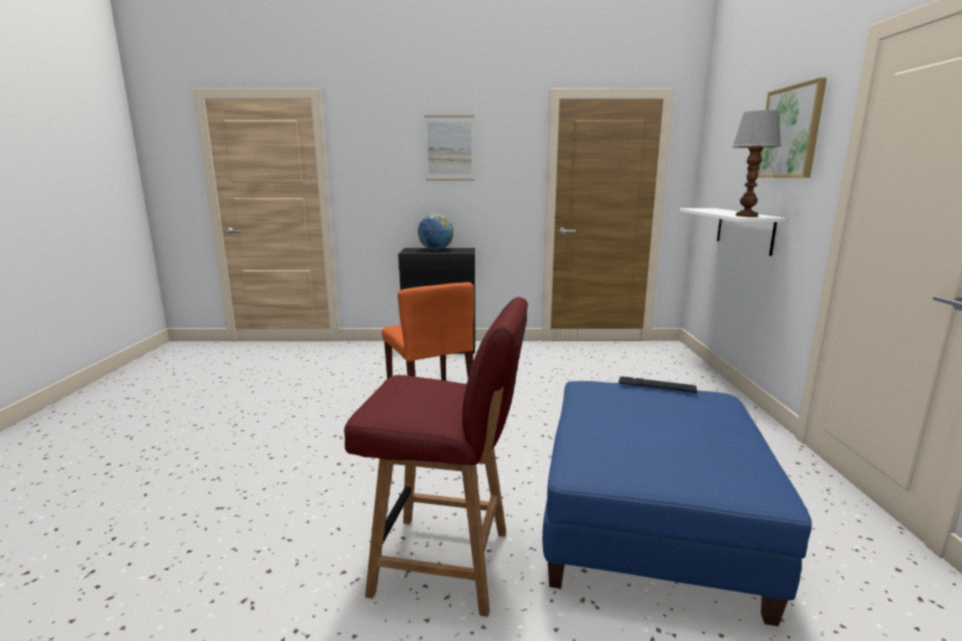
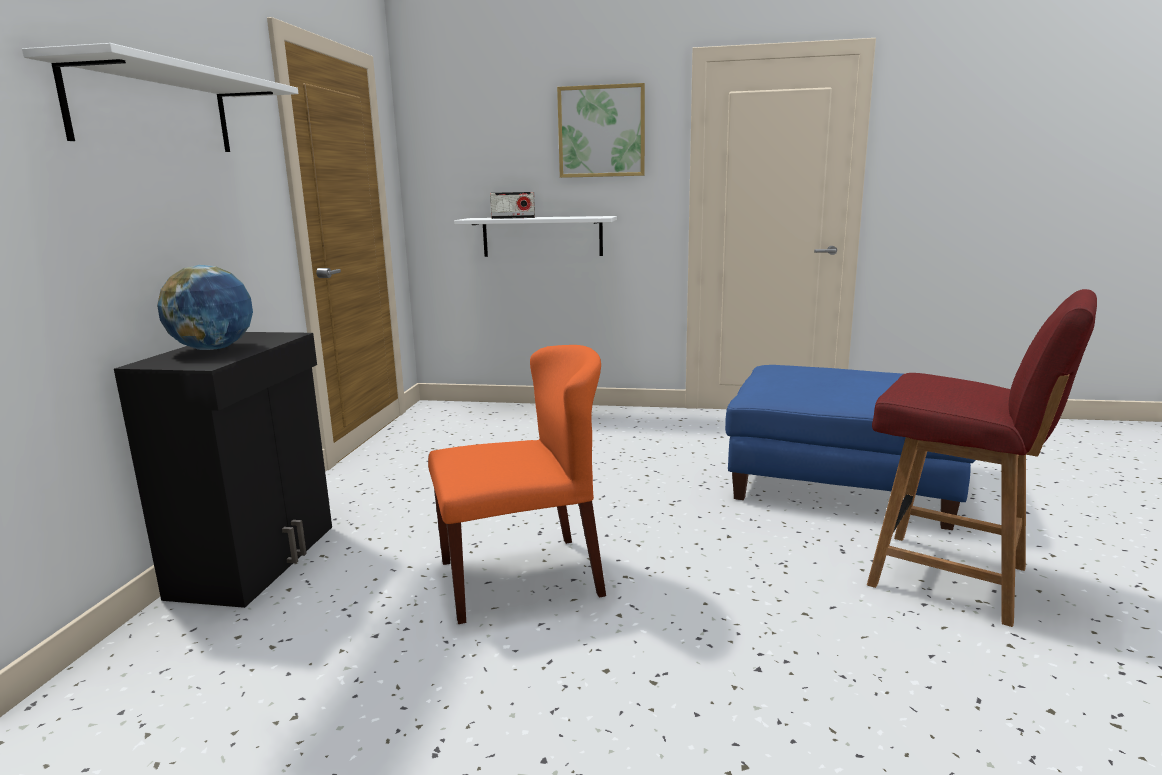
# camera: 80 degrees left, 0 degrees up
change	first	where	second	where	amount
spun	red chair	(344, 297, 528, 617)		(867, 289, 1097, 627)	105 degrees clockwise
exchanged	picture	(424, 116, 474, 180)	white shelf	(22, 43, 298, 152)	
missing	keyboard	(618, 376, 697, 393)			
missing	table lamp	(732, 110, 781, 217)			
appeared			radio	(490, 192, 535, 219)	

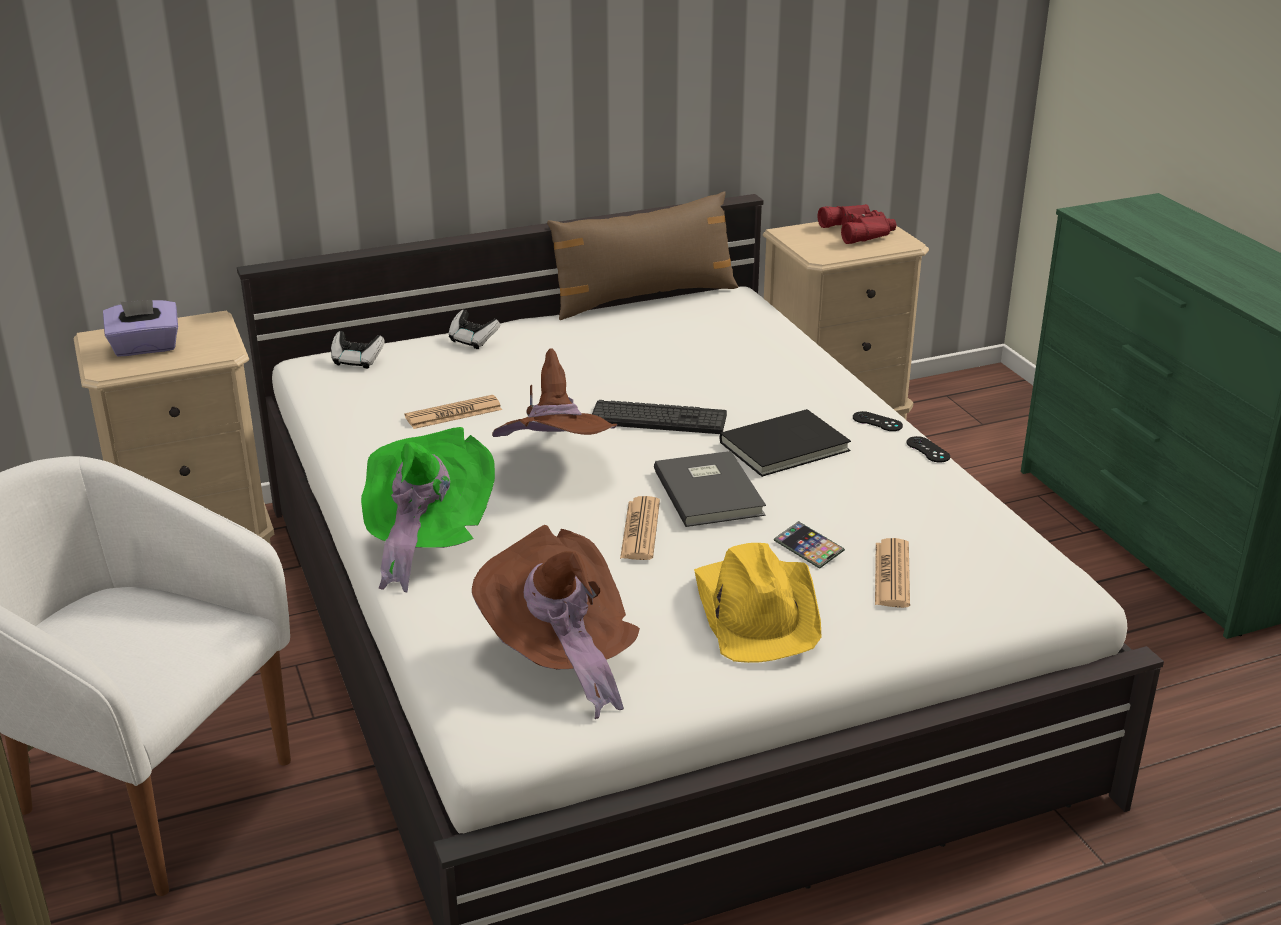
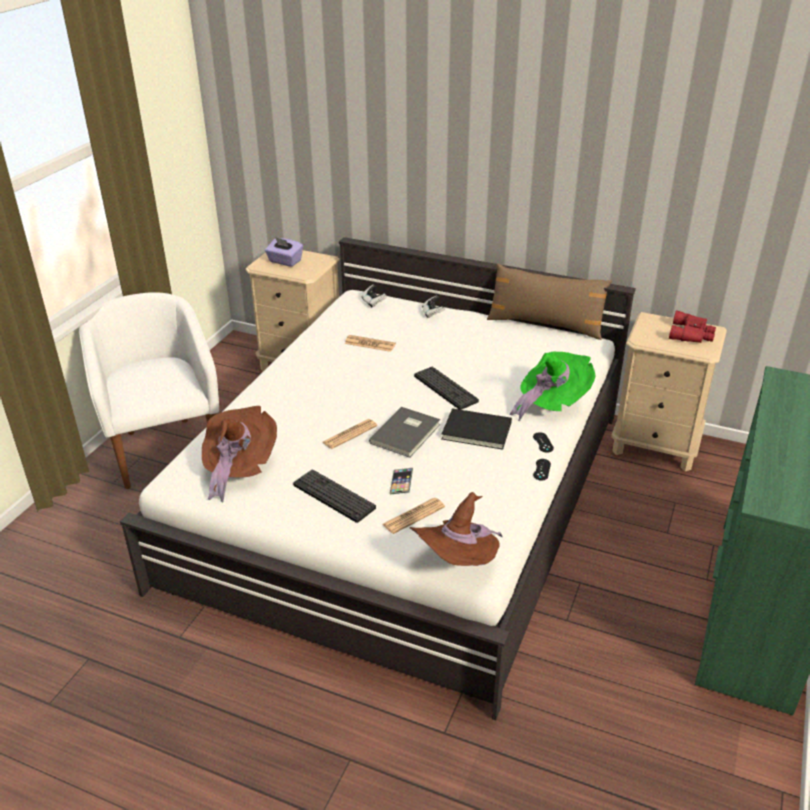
# camera: 45 degrees right, 5 degrees up
change	first	where	second	where	amount
relocated	green hat	(361, 427, 495, 593)		(510, 352, 595, 422)	
relocated	brown hat	(492, 348, 617, 437)		(409, 492, 503, 566)	
exchanged	yellow hat	(694, 543, 821, 663)	keyboard	(293, 470, 376, 523)	

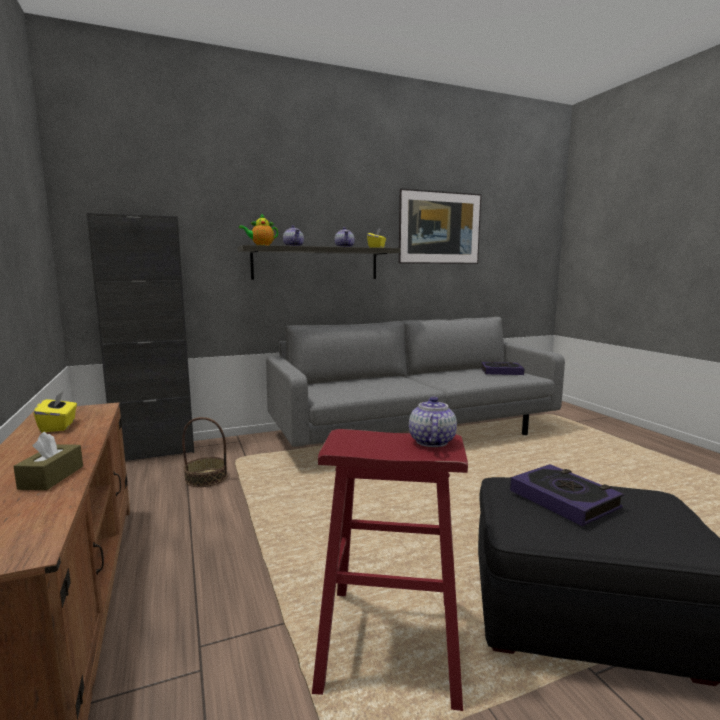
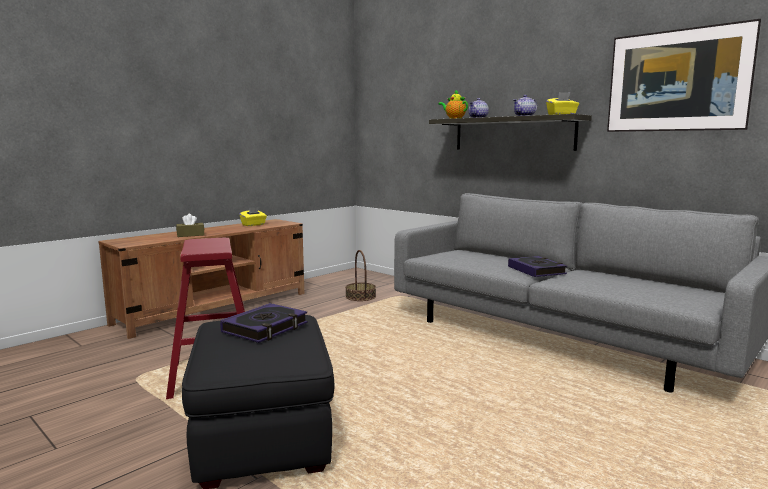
# camera: 65 degrees right, 0 degrees up
change	first	where	second	where	amount
missing	black cabinet	(87, 213, 194, 461)			
missing	teapot	(409, 397, 457, 447)			
relocated	book	(481, 362, 524, 375)		(508, 256, 567, 277)	

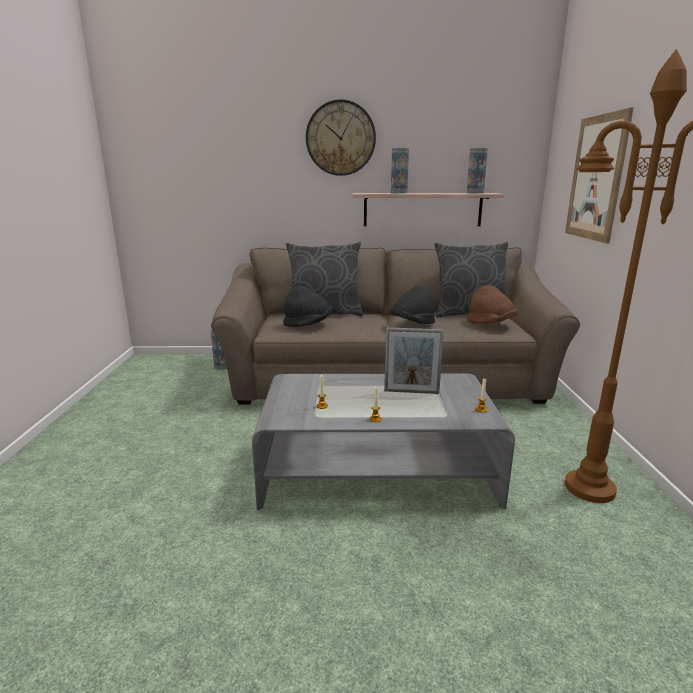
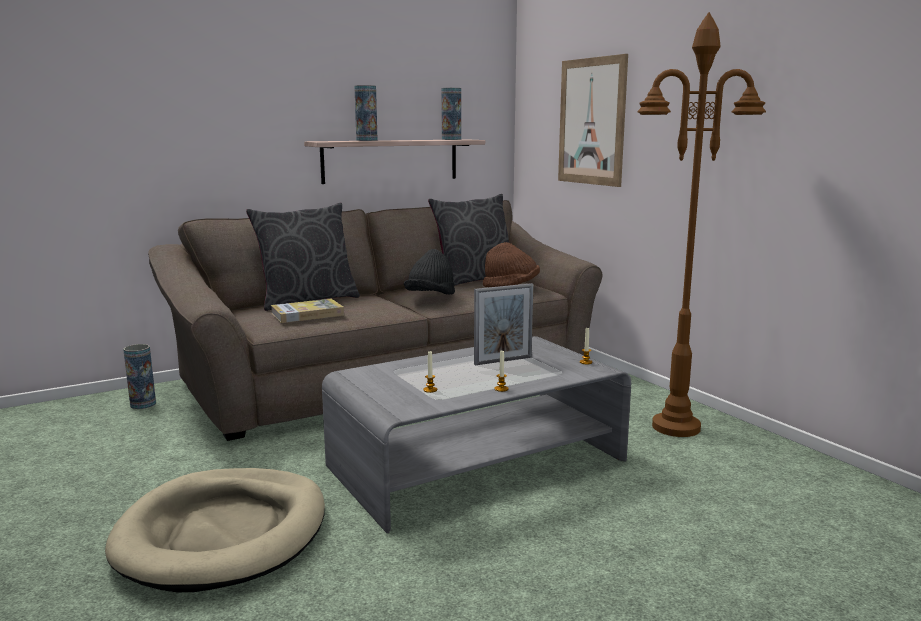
# camera: 30 degrees left, 5 degrees down
change	first	where	second	where	amount
exchanged	black hat	(283, 287, 332, 327)	book	(271, 299, 344, 323)	
missing	wall clock	(306, 99, 376, 176)			
appeared			beige dog bed	(105, 468, 325, 592)	

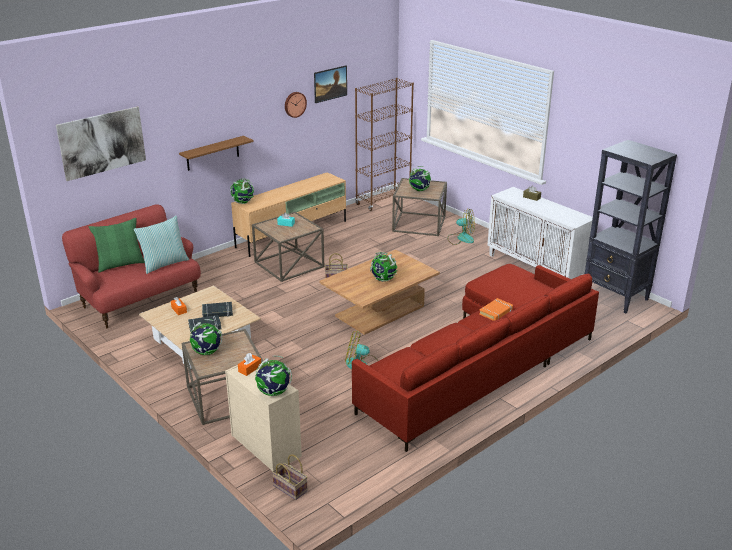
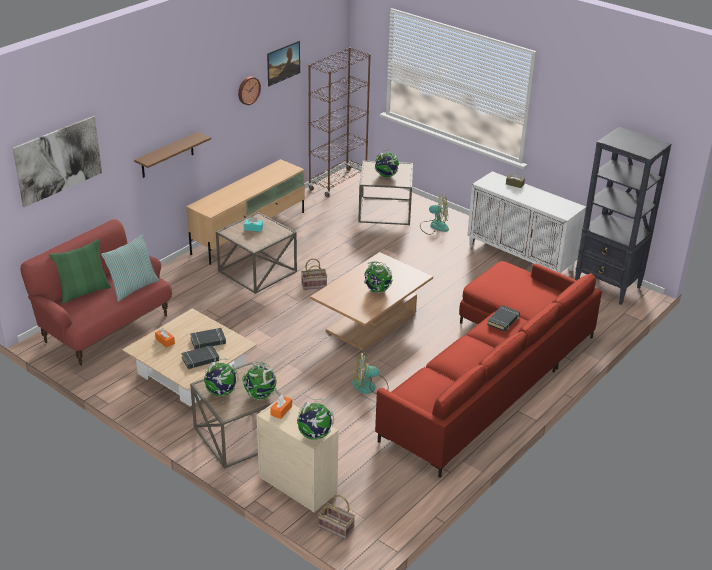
# camera: 10 degrees left, 5 degrees up
change	first	where	second	where	amount
relocated	globe	(230, 178, 254, 204)		(242, 362, 277, 400)	
colour	orange book	(479, 298, 513, 321)	black book	(487, 305, 520, 331)	

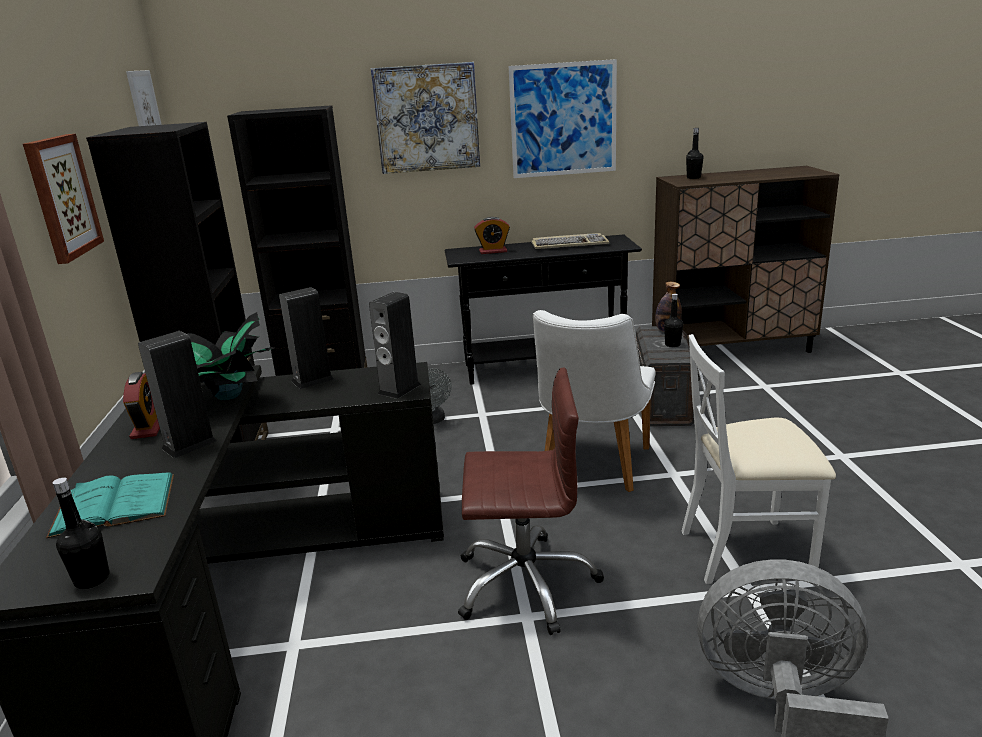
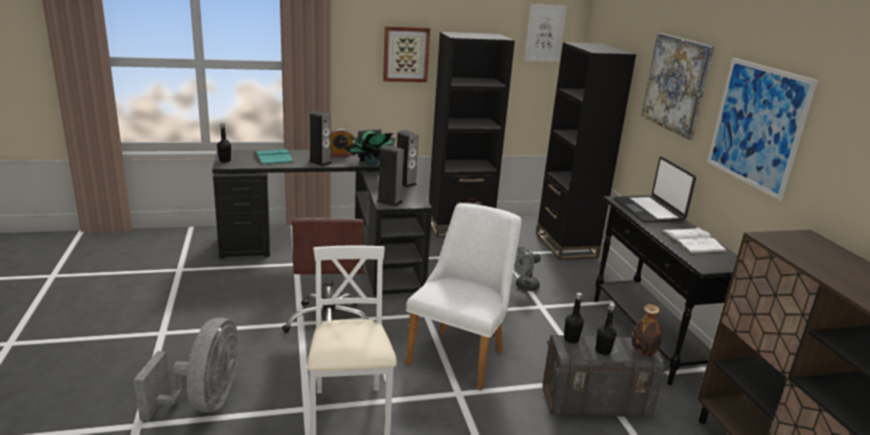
# camera: 80 degrees right, 0 degrees up
change	first	where	second	where	amount
exchanged	alarm clock	(474, 217, 510, 254)	laptop	(614, 157, 696, 223)	
exchanged	keyboard	(531, 233, 610, 249)	white book	(661, 227, 727, 254)	
spun	white chair	(533, 310, 656, 492)		(406, 203, 521, 391)	105 degrees clockwise
relocated	black bottle	(686, 128, 703, 179)		(564, 292, 584, 344)	

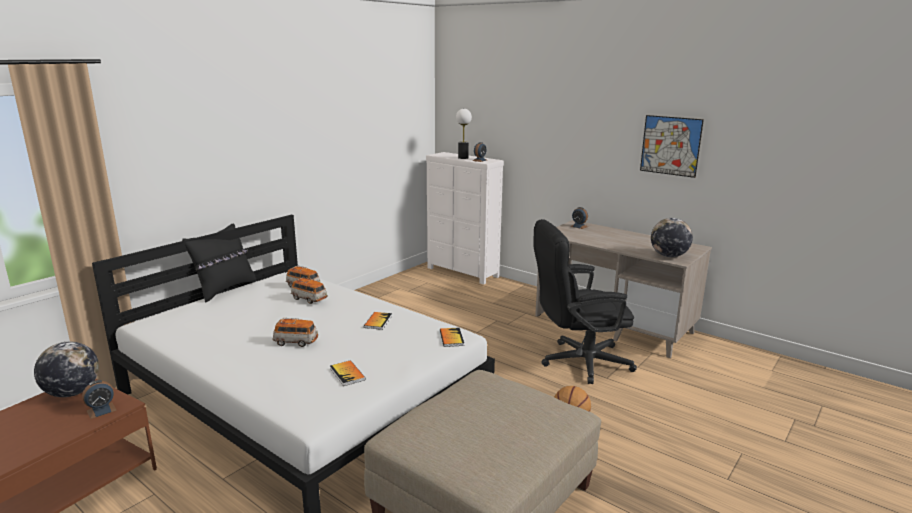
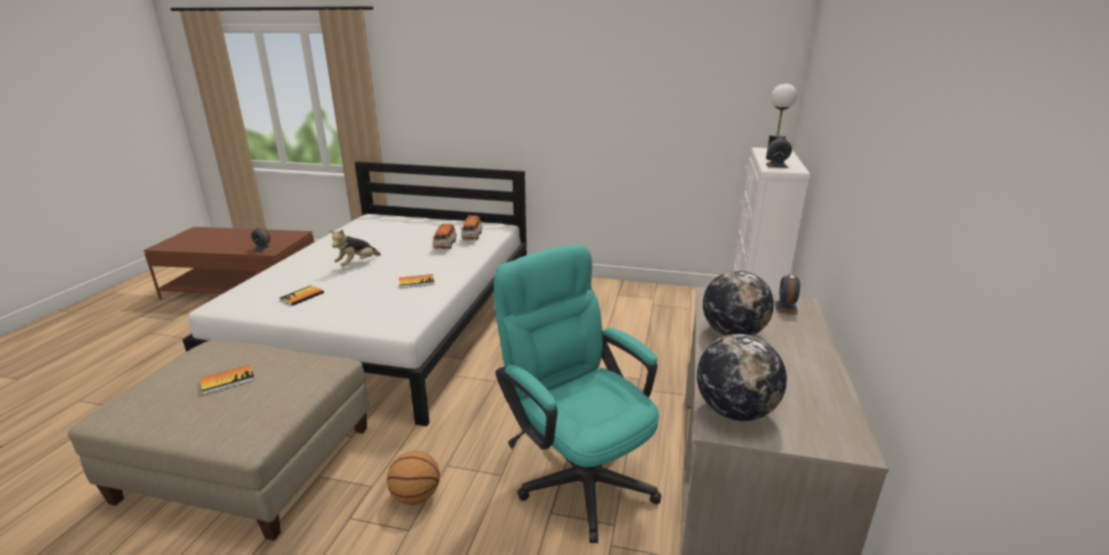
# camera: 65 degrees right, 5 degrees up
change	first	where	second	where	amount
relocated	globe	(34, 342, 99, 397)		(703, 270, 774, 336)	
missing	black pillow	(182, 224, 256, 303)			
exchanged	toy car	(272, 318, 318, 347)	plush toy	(329, 229, 381, 267)	
relocated	book	(440, 328, 464, 347)		(200, 365, 255, 395)	
colour	black office chair	(533, 219, 637, 384)	turquoise office chair	(494, 244, 661, 543)	
missing	picture	(640, 115, 704, 178)			

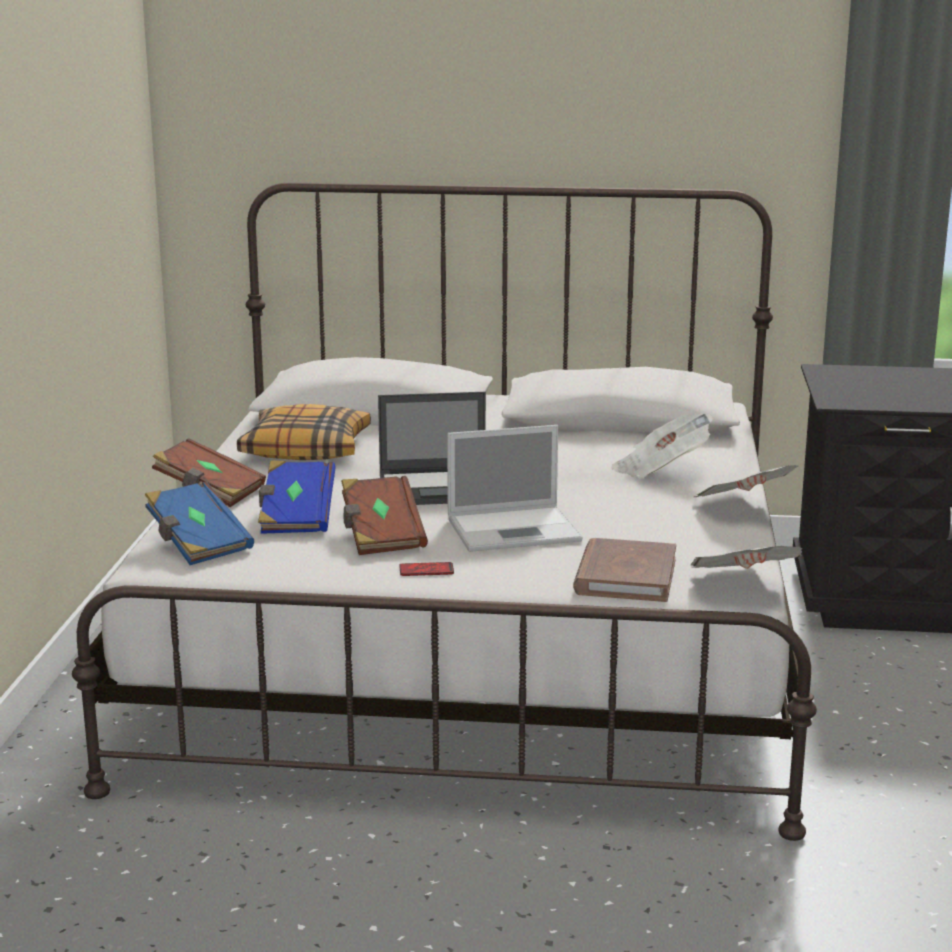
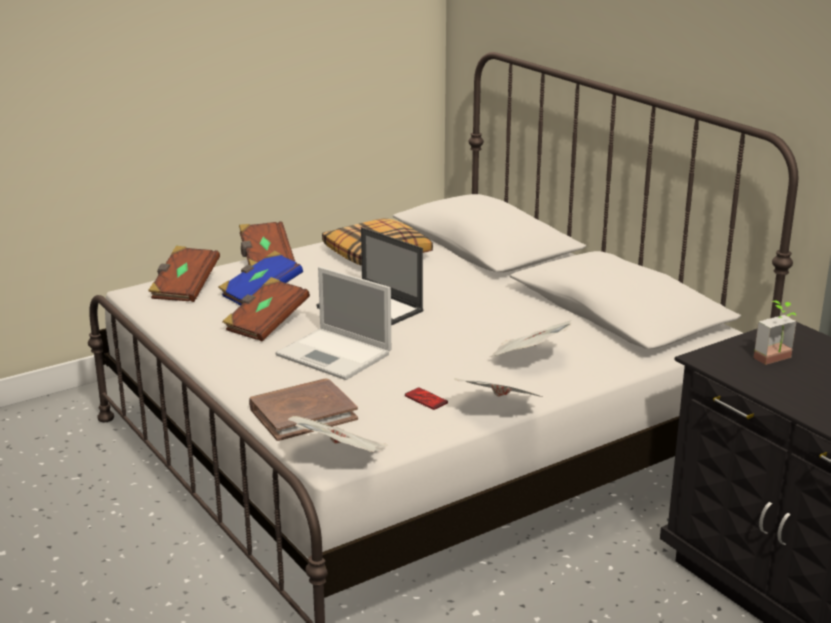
# camera: 50 degrees right, 5 degrees up
change	first	where	second	where	amount
colour	blue book	(145, 482, 254, 565)	brown book	(148, 246, 220, 302)	
relocated	phone	(399, 562, 454, 576)		(405, 388, 448, 410)	
appeared			potted plant	(754, 301, 796, 365)	

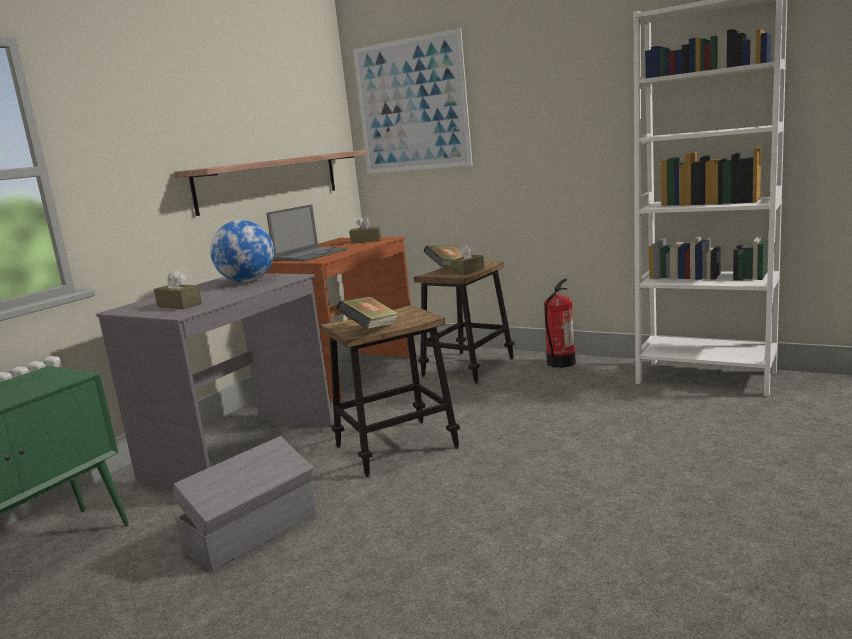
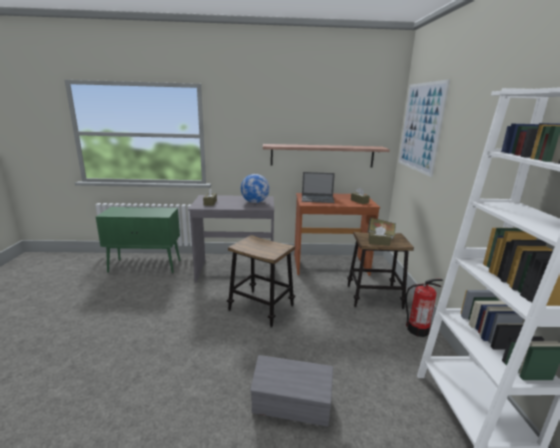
# camera: 55 degrees right, 5 degrees up
change	first	where	second	where	amount
relocated	grey storage box	(173, 436, 316, 572)		(250, 355, 333, 427)	
missing	book	(336, 296, 399, 329)			

